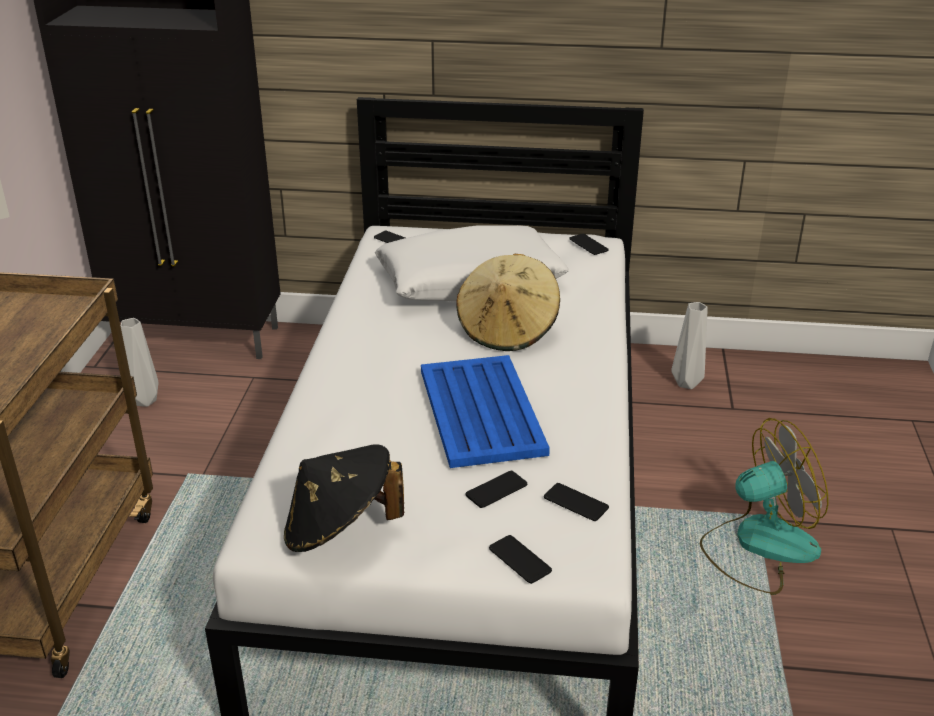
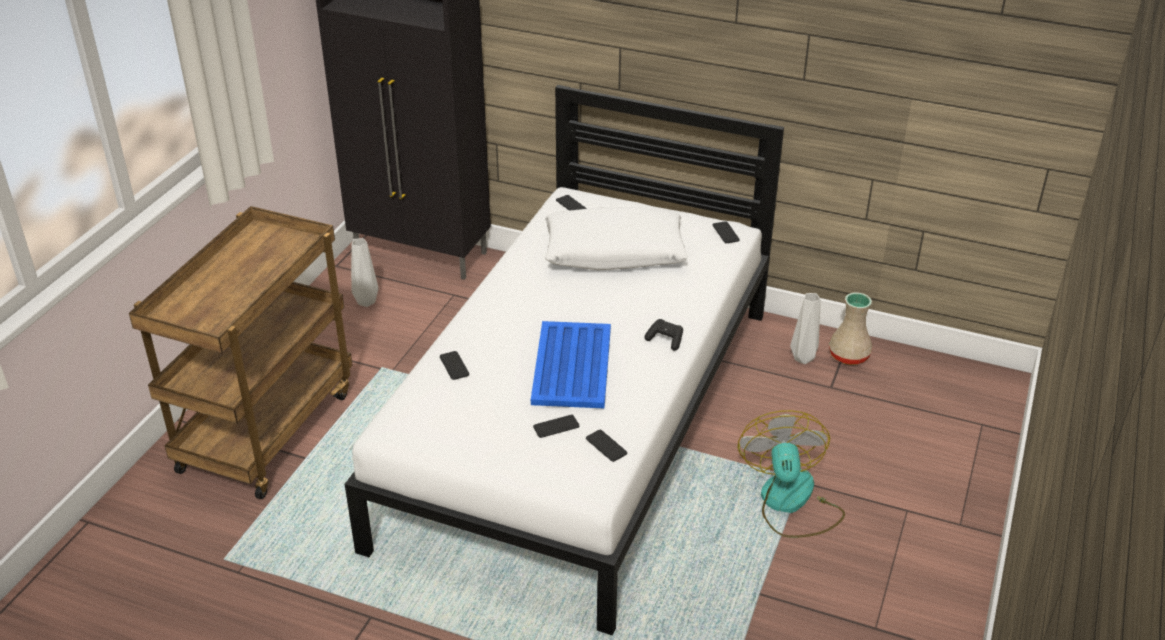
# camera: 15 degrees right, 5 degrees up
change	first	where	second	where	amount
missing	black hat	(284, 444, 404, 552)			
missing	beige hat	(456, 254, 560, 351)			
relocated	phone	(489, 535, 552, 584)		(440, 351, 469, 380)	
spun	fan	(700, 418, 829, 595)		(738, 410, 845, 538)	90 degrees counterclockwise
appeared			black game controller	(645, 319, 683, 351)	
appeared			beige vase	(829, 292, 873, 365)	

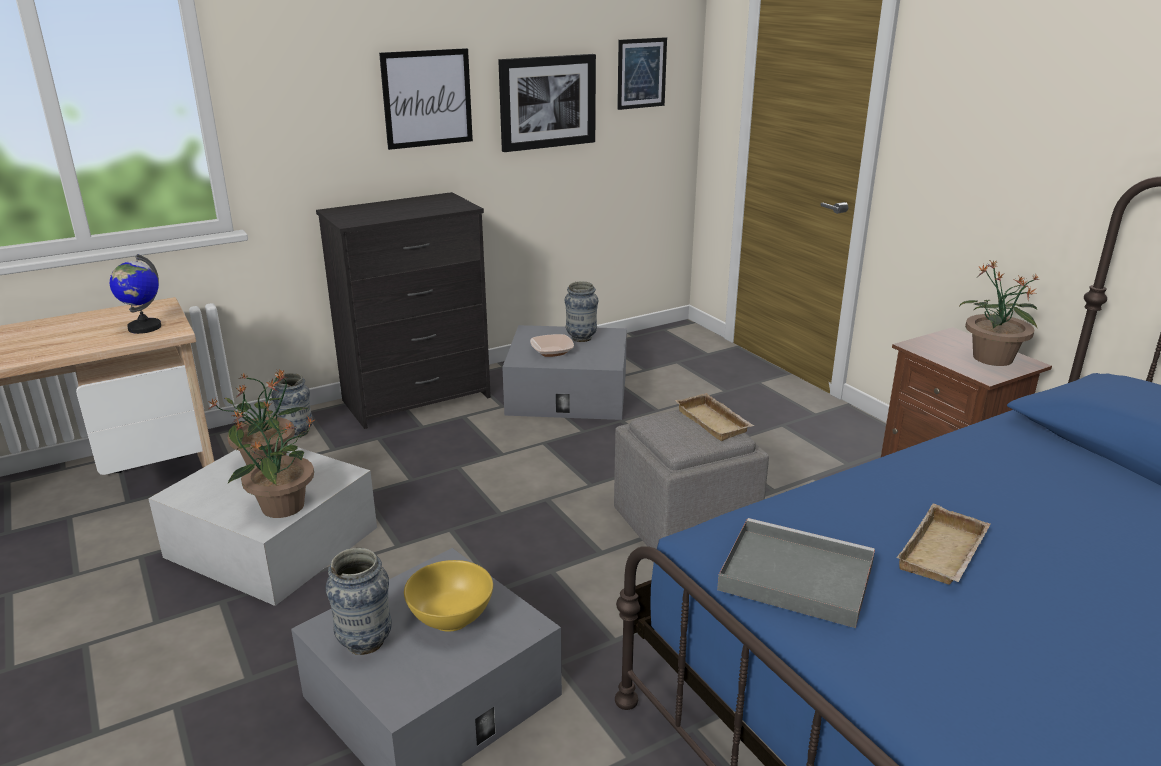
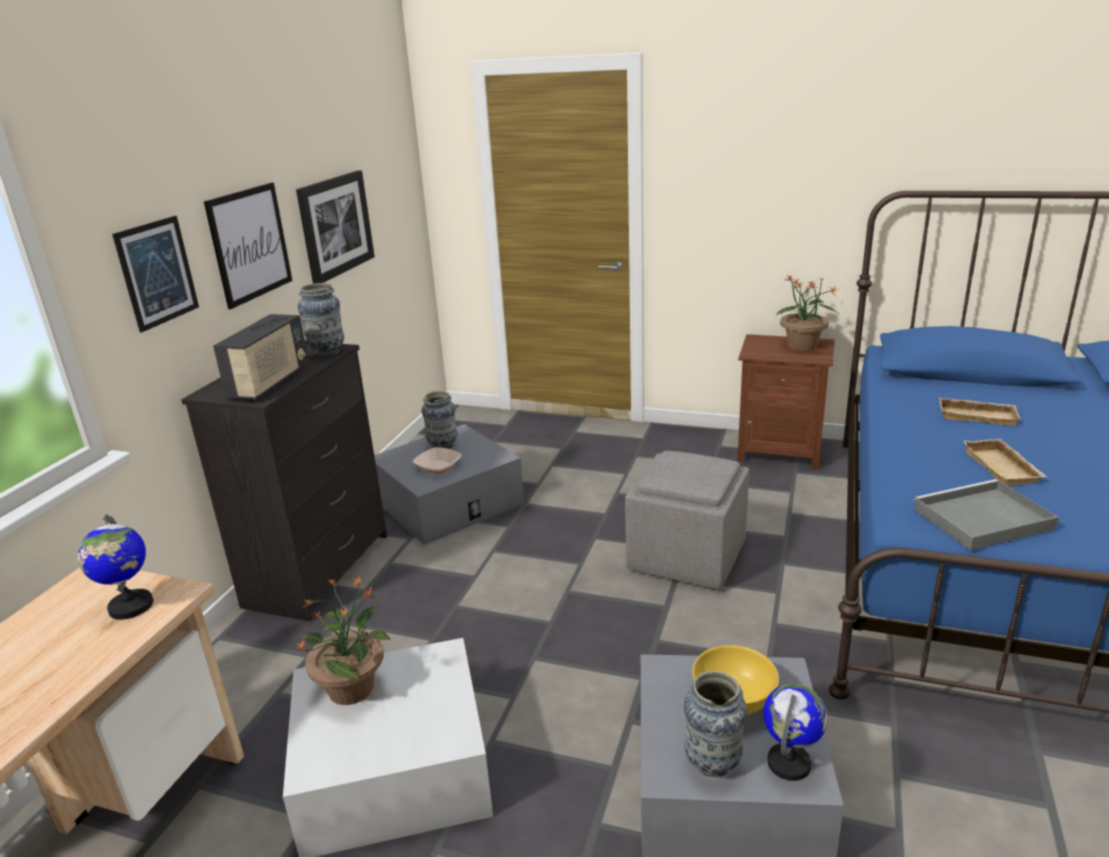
# camera: 40 degrees left, 0 degrees up
change	first	where	second	where	amount
missing	potted plant	(227, 401, 315, 518)			
relocated	vase	(272, 373, 313, 439)		(298, 283, 344, 357)	
relocated	picture	(617, 37, 667, 110)		(112, 216, 199, 333)	
relocated	beige tray	(675, 393, 754, 441)		(939, 397, 1021, 426)	
appeared			radio	(213, 314, 309, 400)	
appeared			globe	(763, 683, 827, 781)	

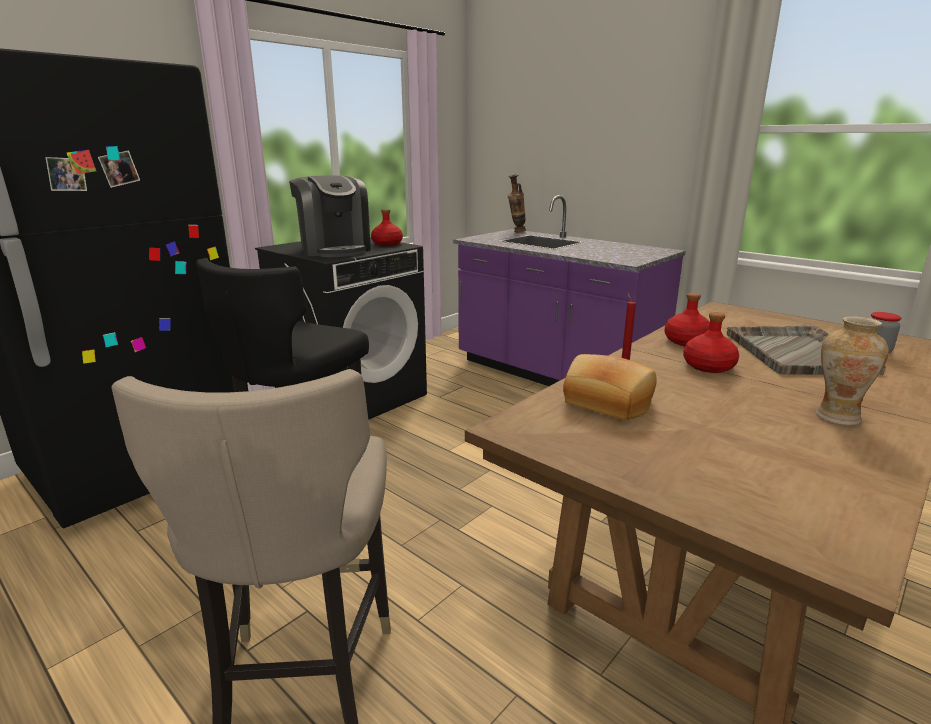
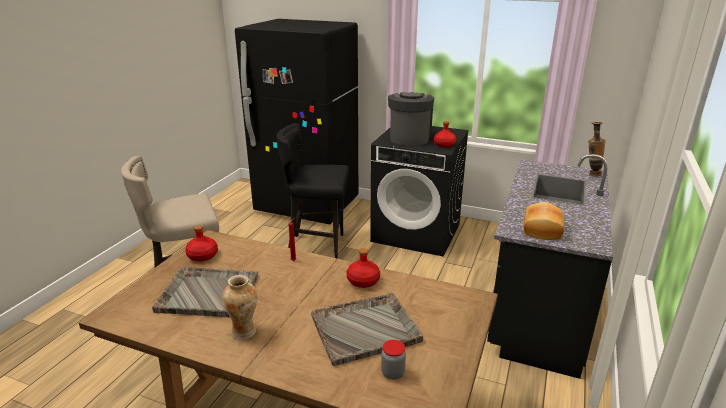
# camera: 70 degrees right, 5 degrees up
change	first	where	second	where	amount
spun	coffee machine	(289, 175, 371, 257)		(388, 92, 434, 146)	150 degrees clockwise
colour	purple counter	(453, 195, 686, 386)	black counter	(487, 154, 613, 379)	
relocated	bread	(563, 354, 657, 420)		(524, 202, 564, 240)	
relocated	red bottle	(683, 312, 739, 373)		(185, 225, 218, 261)	
appeared			grey tray	(152, 267, 258, 318)	

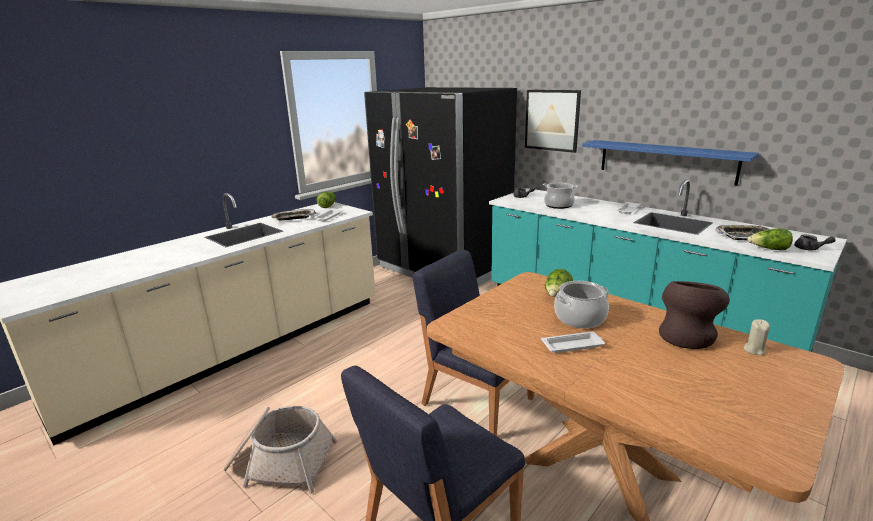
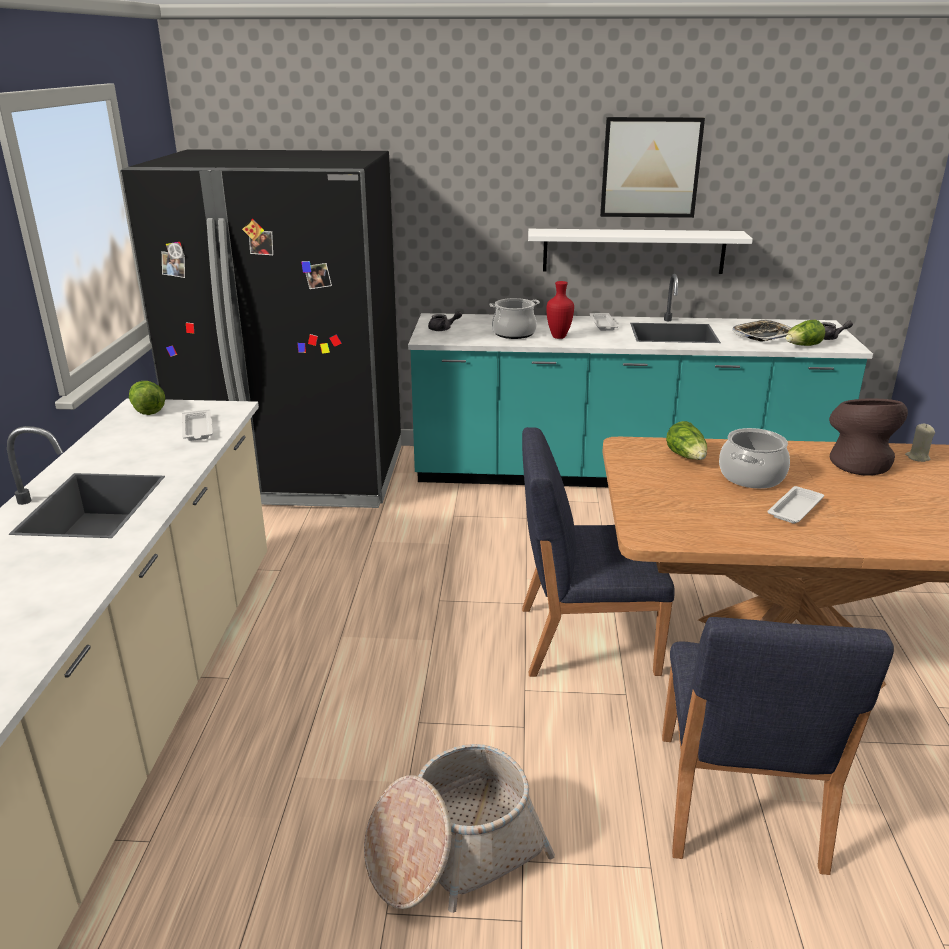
# camera: 40 degrees left, 5 degrees up
change	first	where	second	where	amount
missing	tray	(271, 209, 316, 220)			
relocated	picture	(525, 90, 581, 153)		(600, 117, 705, 218)	
colour	blue shelf	(582, 140, 759, 186)	white shelf	(528, 229, 753, 274)	
appeared			red vase	(546, 281, 574, 339)	

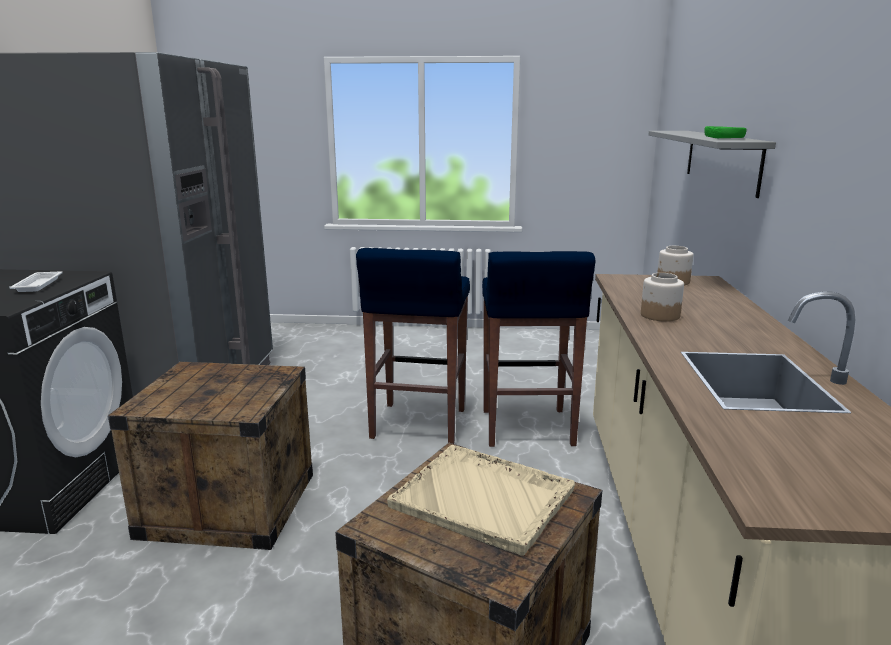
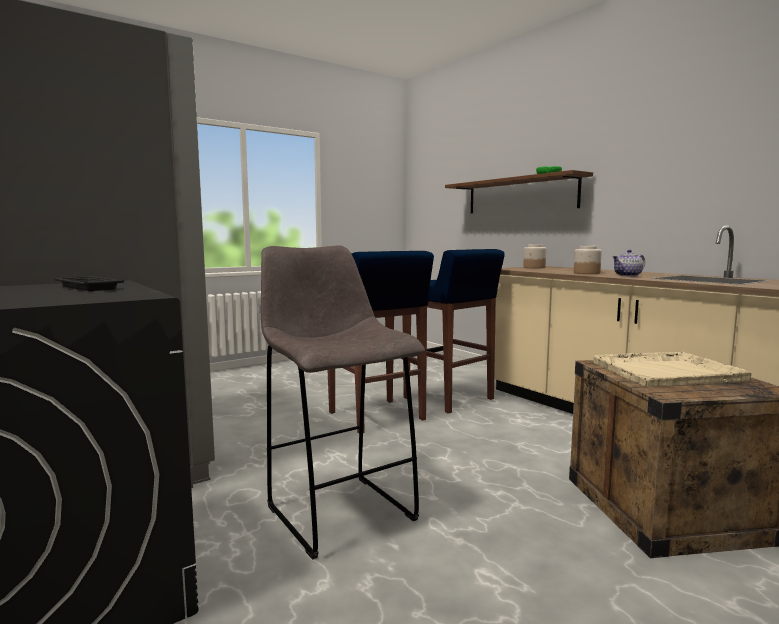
# camera: 40 degrees left, 10 degrees down
change	first	where	second	where	amount
colour	white tray	(9, 271, 63, 292)	black tray	(55, 277, 124, 291)	
exchanged	crate	(108, 361, 313, 550)	grey stool	(261, 245, 425, 560)	
colour	grey shelf	(649, 131, 776, 198)	brown shelf	(445, 170, 593, 213)	
appeared			teapot	(612, 250, 645, 276)	

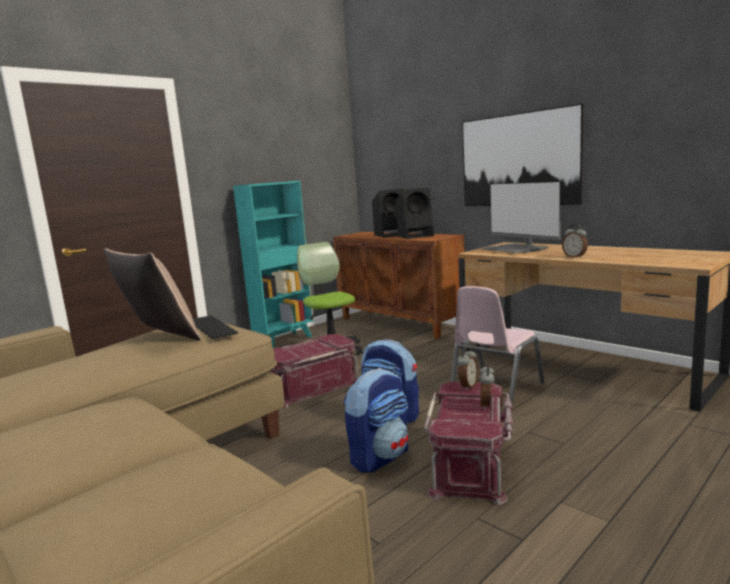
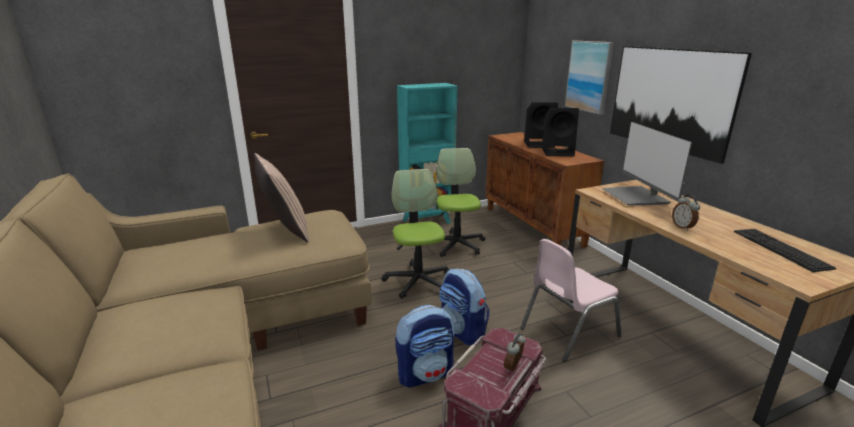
# camera: 20 degrees right, 10 degrees up
change	first	where	second	where	amount
relocated	keyboard	(193, 316, 238, 339)		(734, 229, 836, 272)	
exchanged	red storage box	(270, 334, 358, 408)	office chair	(382, 169, 450, 299)	
missing	alarm clock	(457, 347, 478, 390)			
appeared			picture	(565, 41, 614, 115)	

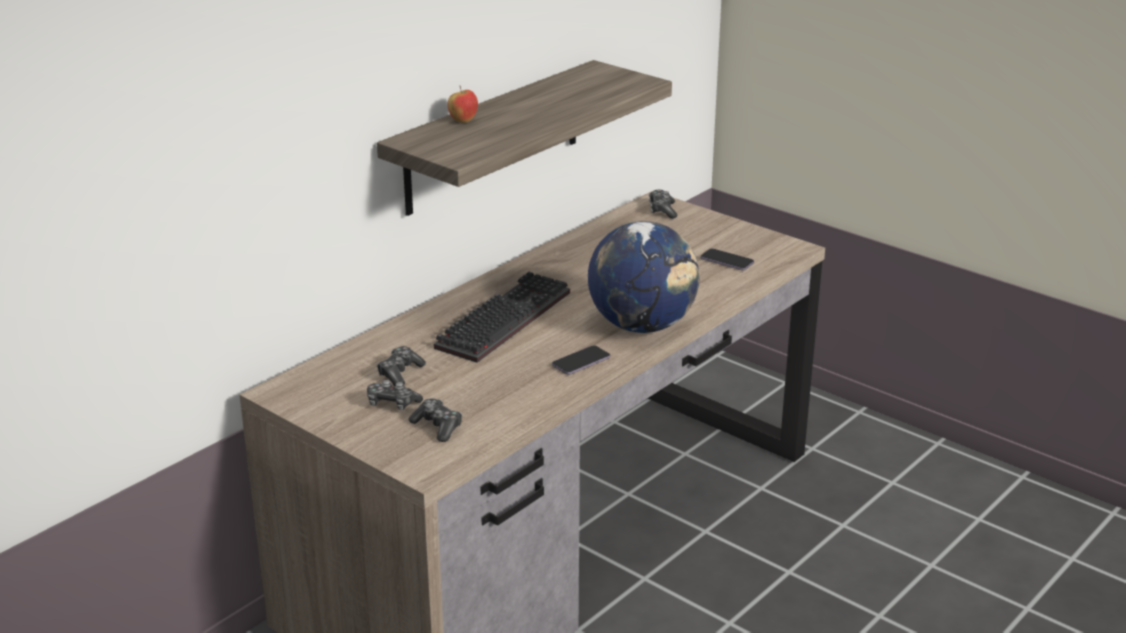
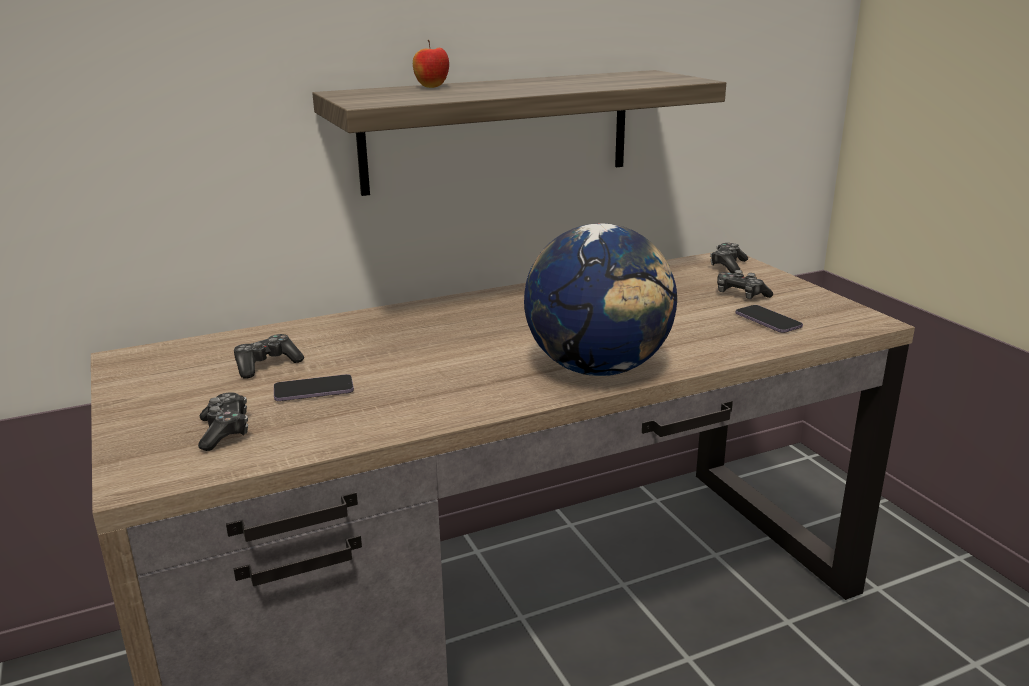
# camera: 25 degrees right, 5 degrees down
change	first	where	second	where	amount
relocated	game controller	(367, 380, 423, 410)		(717, 270, 773, 299)	
missing	keyboard	(434, 271, 570, 363)			
relocated	phone	(552, 345, 610, 375)		(274, 374, 354, 401)	

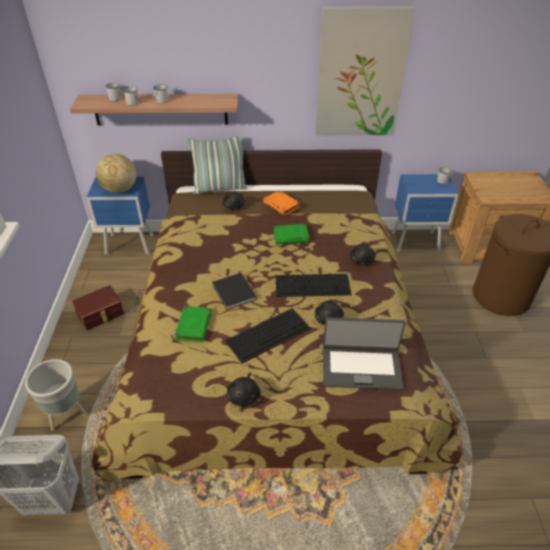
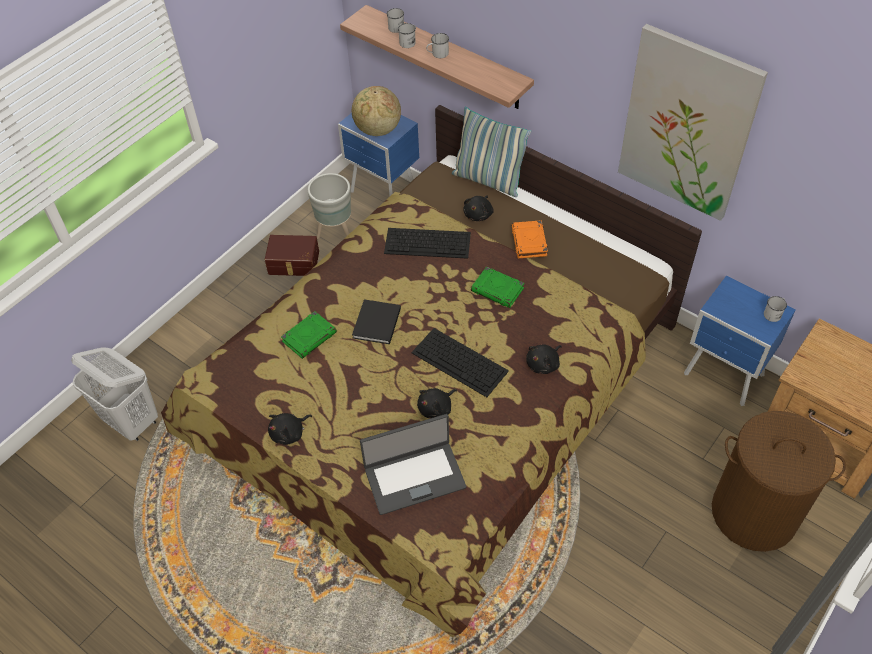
# camera: 40 degrees right, 10 degrees up
change	first	where	second	where	amount
relocated	grey planter	(25, 359, 88, 431)		(307, 173, 351, 239)	
relocated	keyboard	(225, 308, 311, 363)		(384, 228, 471, 259)	
spun	laptop	(323, 317, 406, 390)		(360, 414, 466, 515)	60 degrees counterclockwise

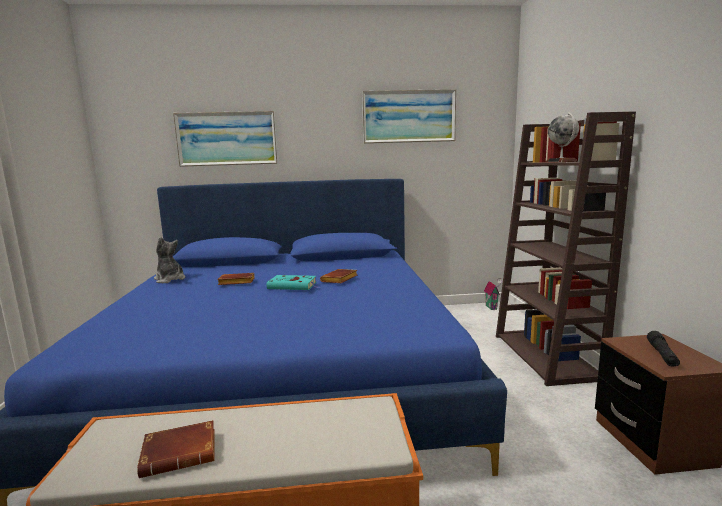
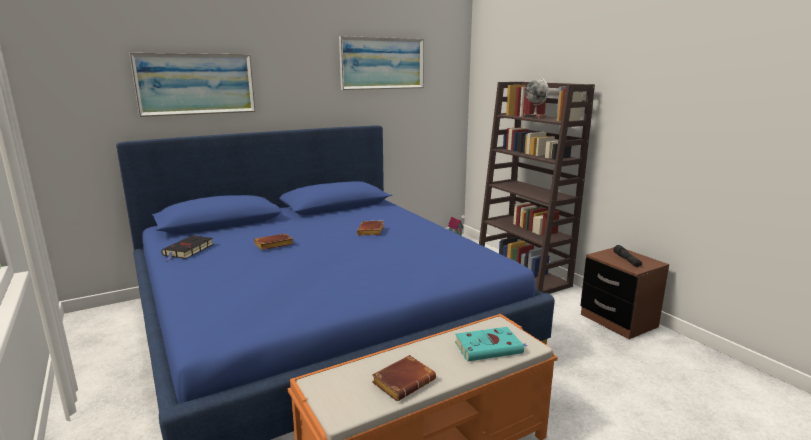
# camera: 25 degrees left, 5 degrees up
change	first	where	second	where	amount
exchanged	plush toy	(154, 237, 185, 283)	black book	(161, 236, 214, 261)	
relocated	turquoise book	(267, 275, 320, 290)		(455, 327, 527, 361)	

